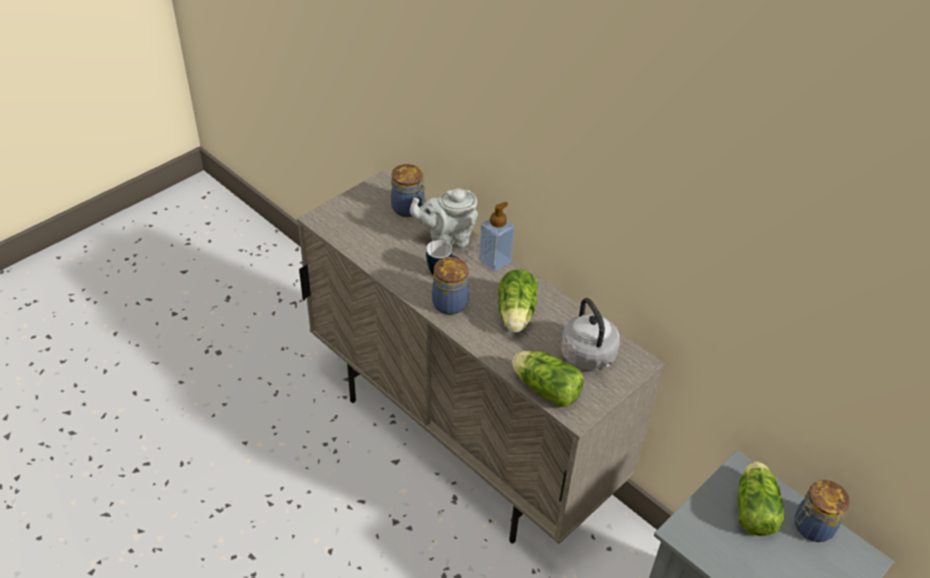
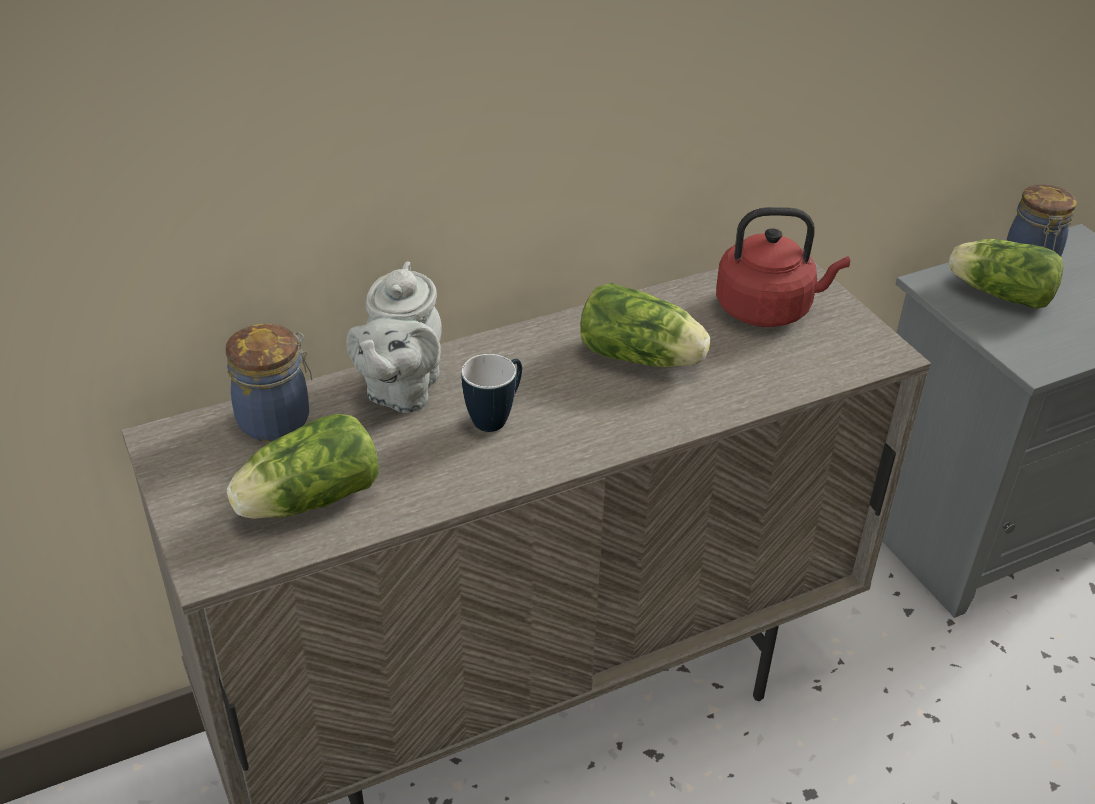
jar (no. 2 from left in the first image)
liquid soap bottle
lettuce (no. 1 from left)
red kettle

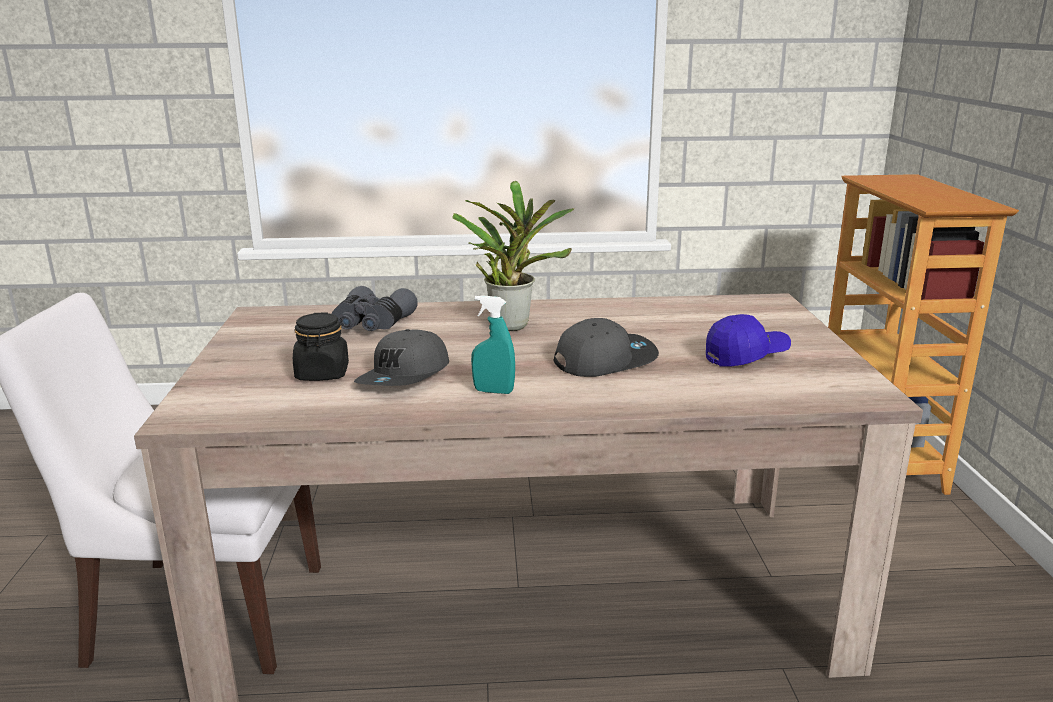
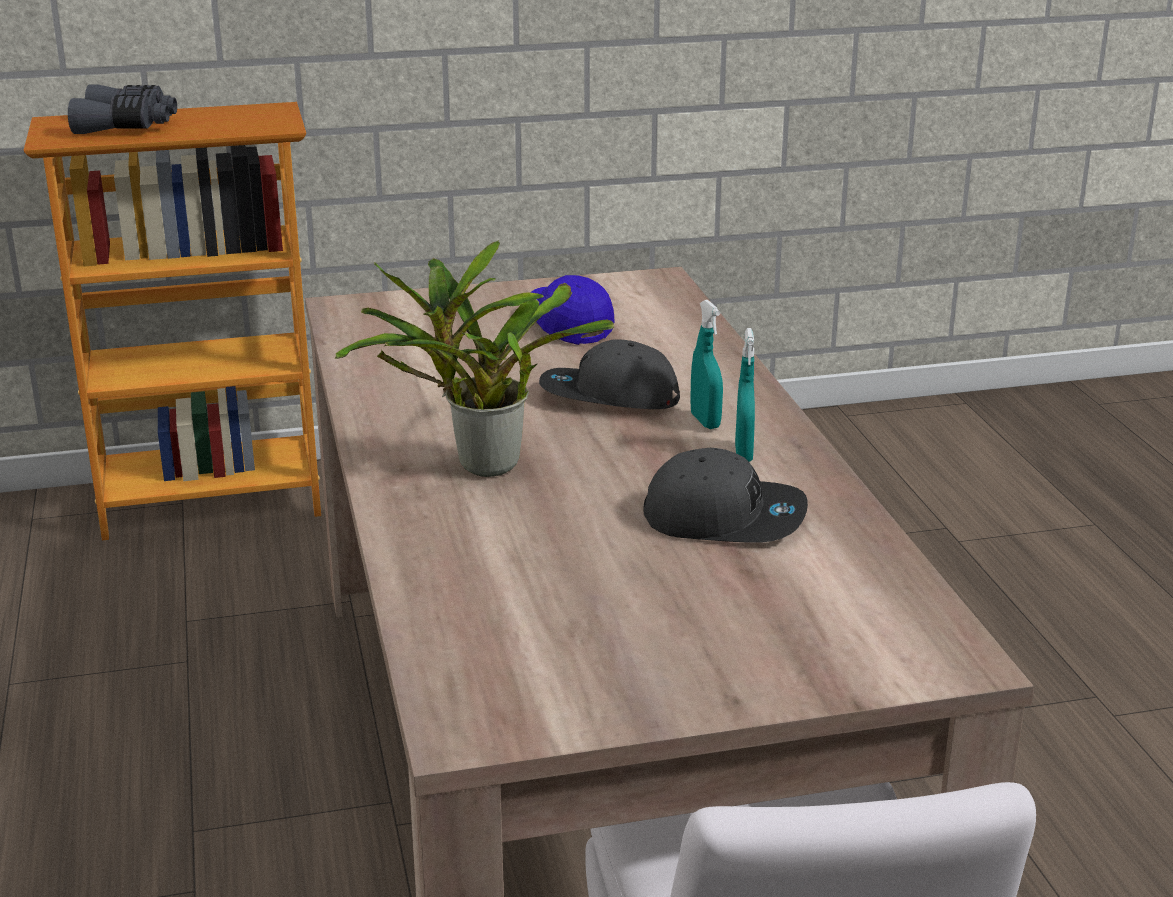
black-coloured jar
gray field glasses
gray baseball cap (no. 1 from left)
turquoise hand sprayer (no. 1 from left)

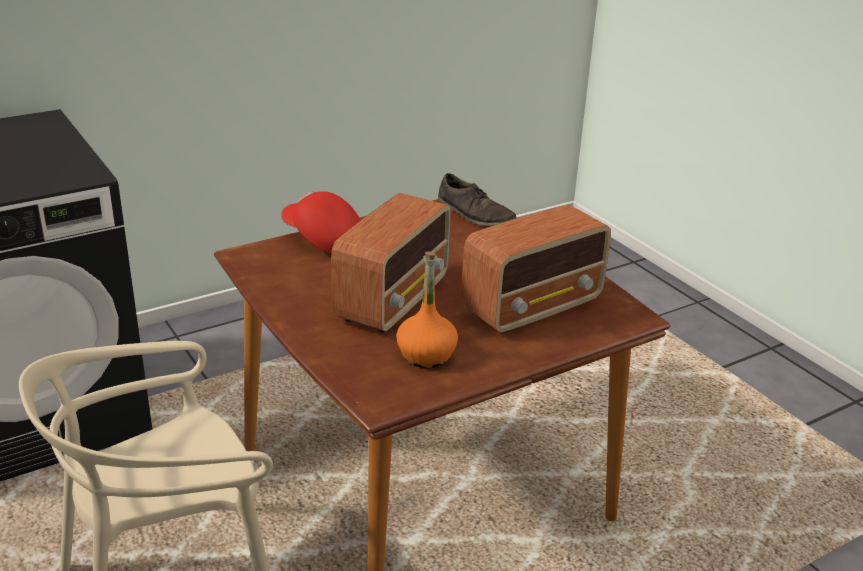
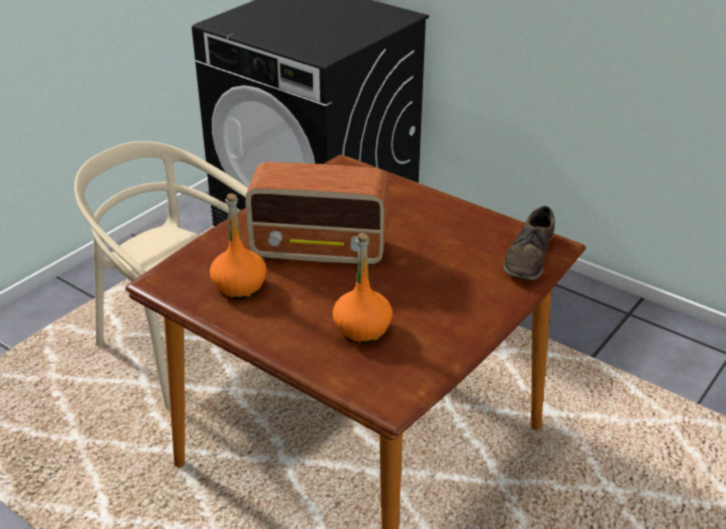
red baseball cap
orangey bottle (no. 2 from left)

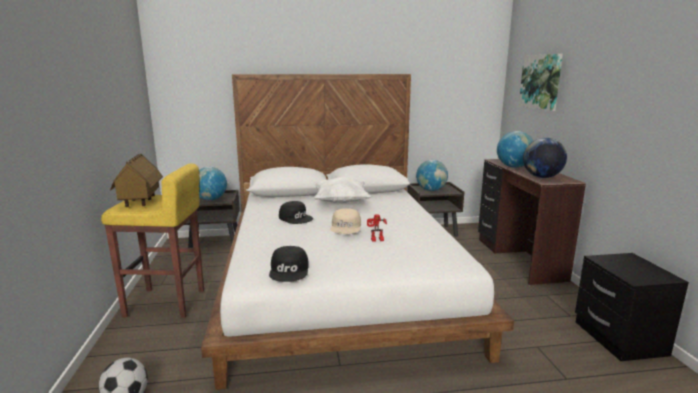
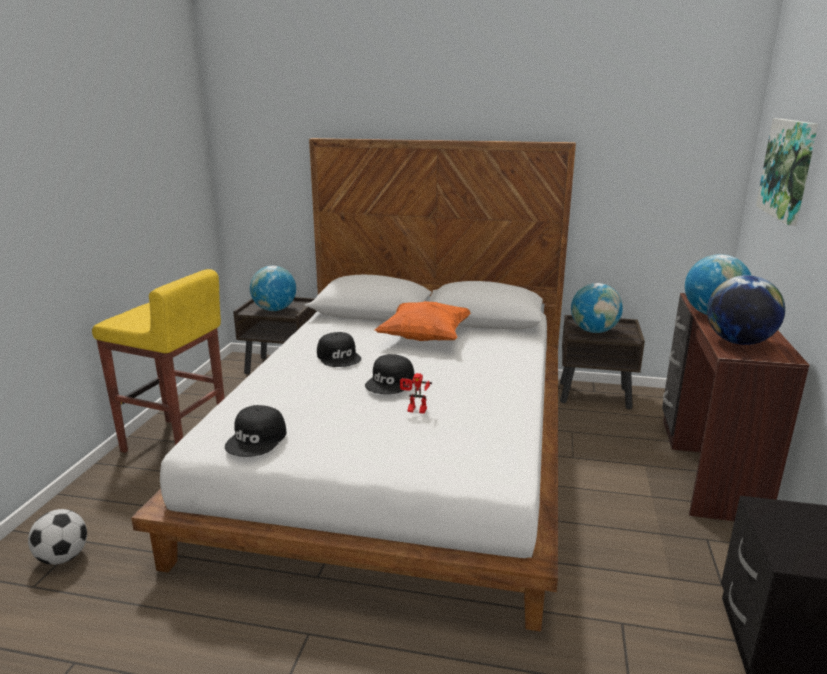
toy house
orangey pillow
black-coloured baseball cap (no. 3 from left)

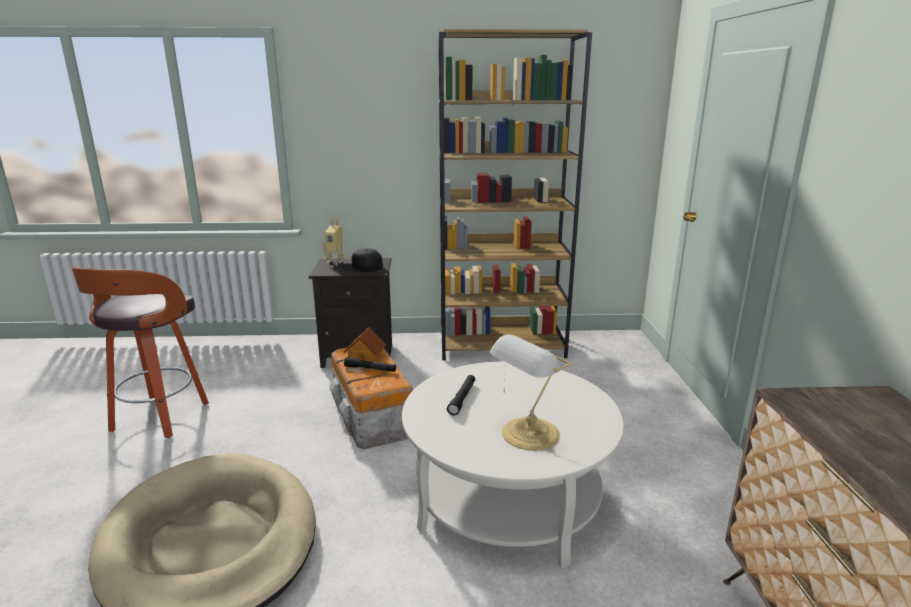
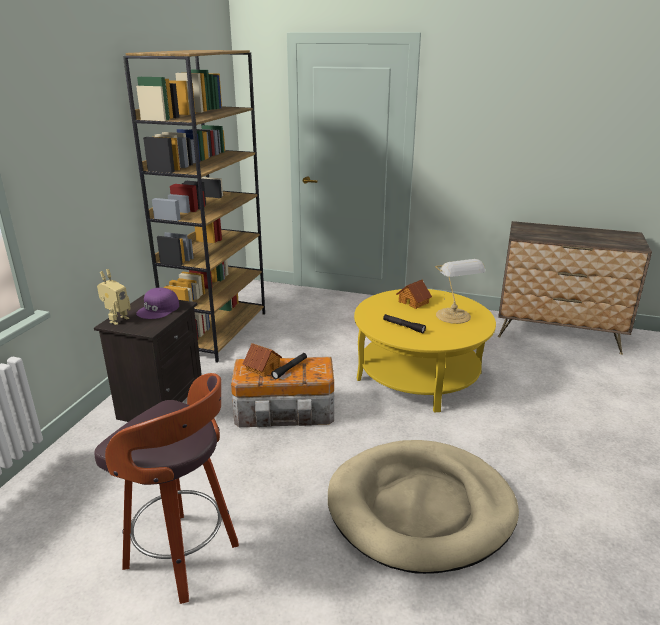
purplish baseball cap
yellow lounge table
toy house (no. 2 from left)

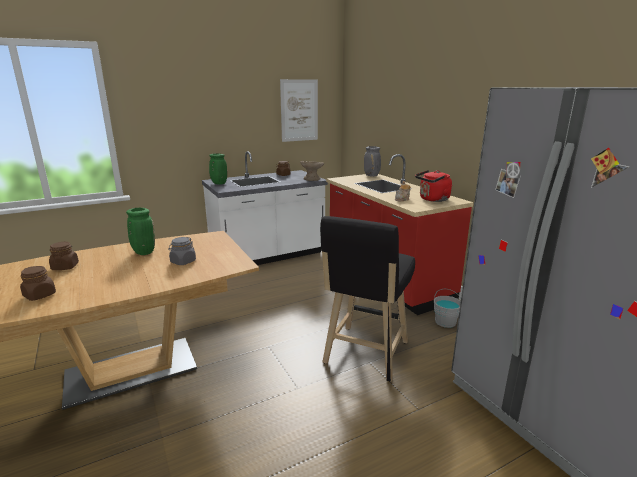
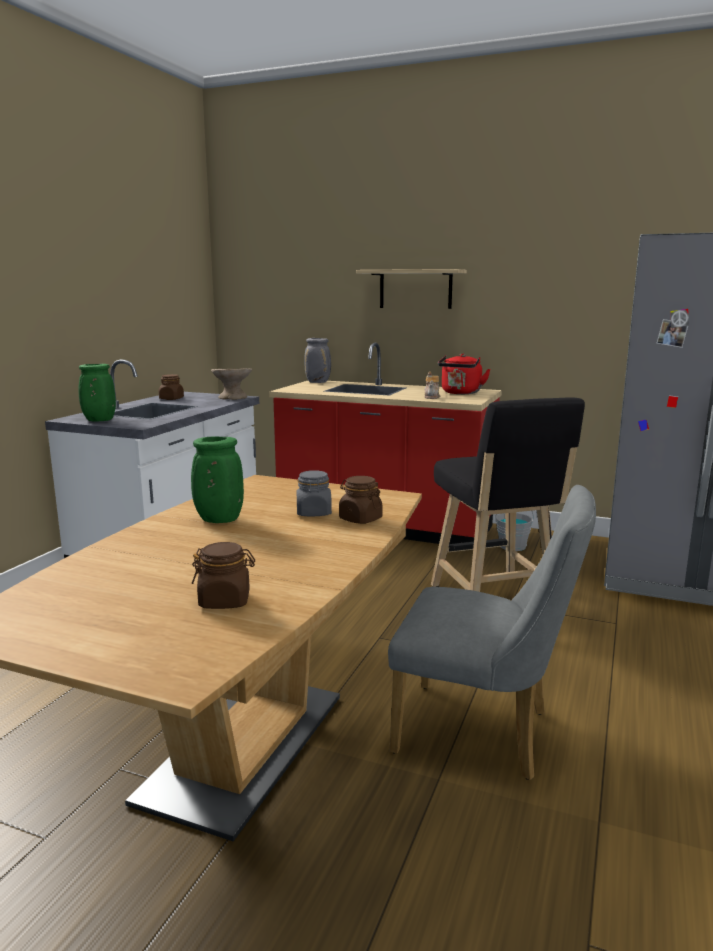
brown-coloured jar (no. 3 from left)
picture
bracket shelf
gray upright chair

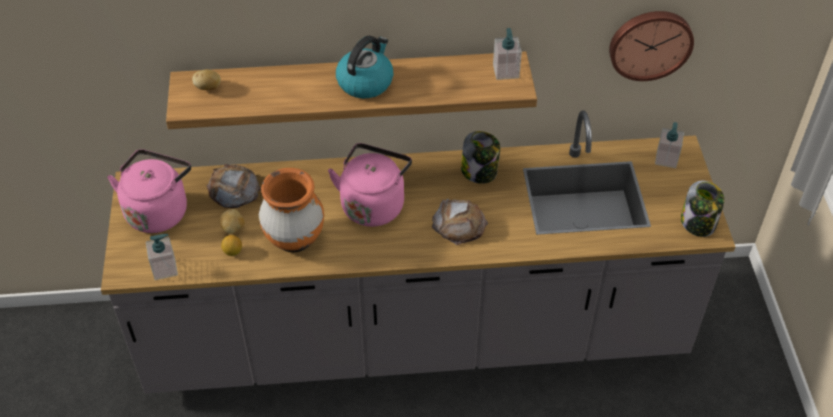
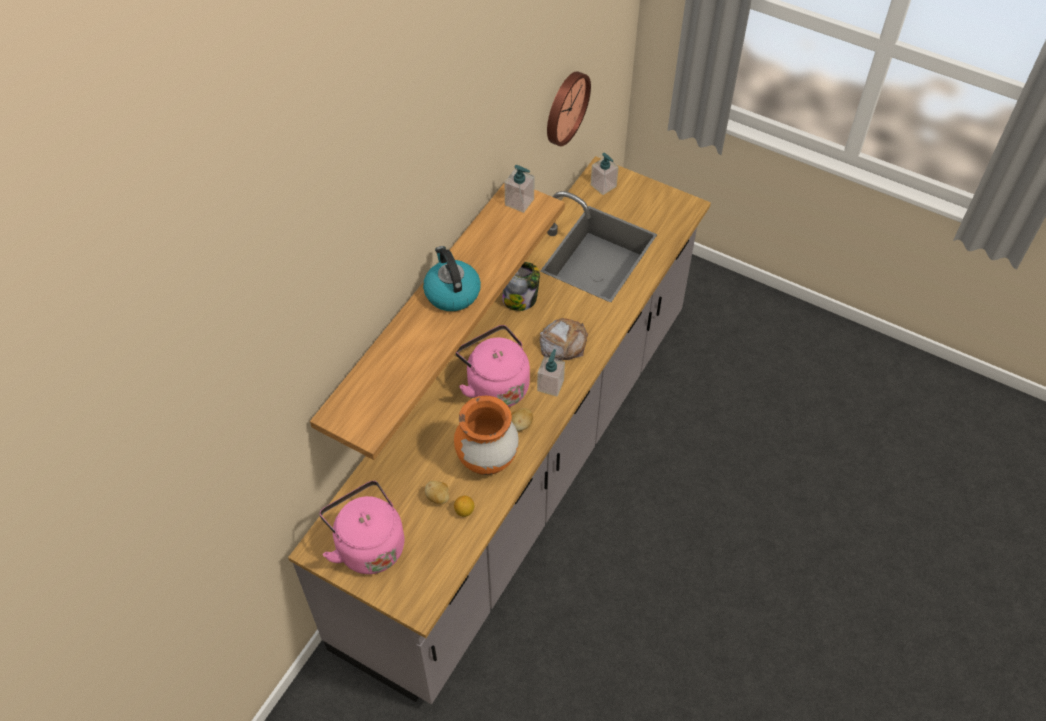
liquid soap bottle (no. 2 from left)
spud (no. 2 from left)
bakery bread (no. 1 from left in the first image)
jar (no. 2 from left in the first image)

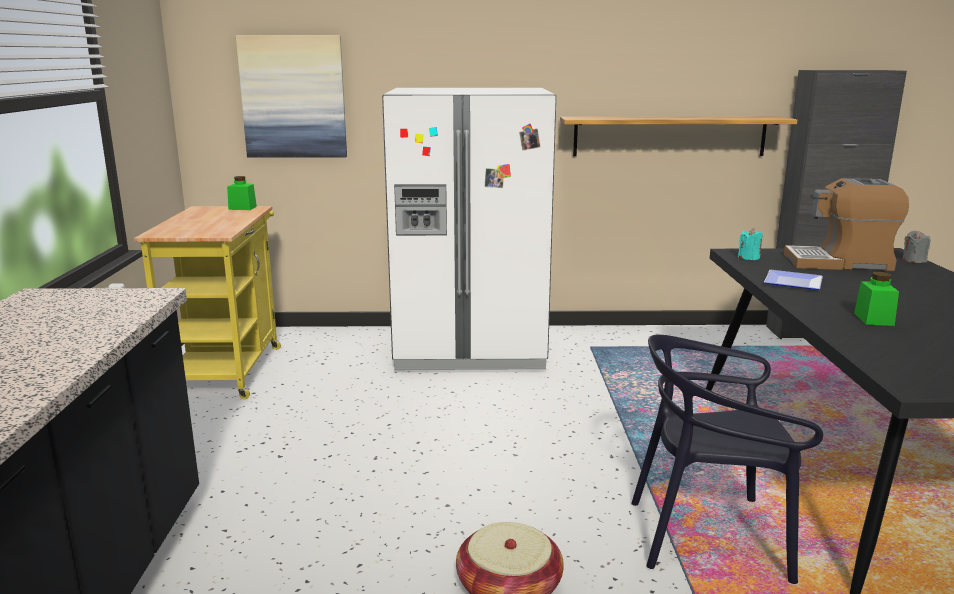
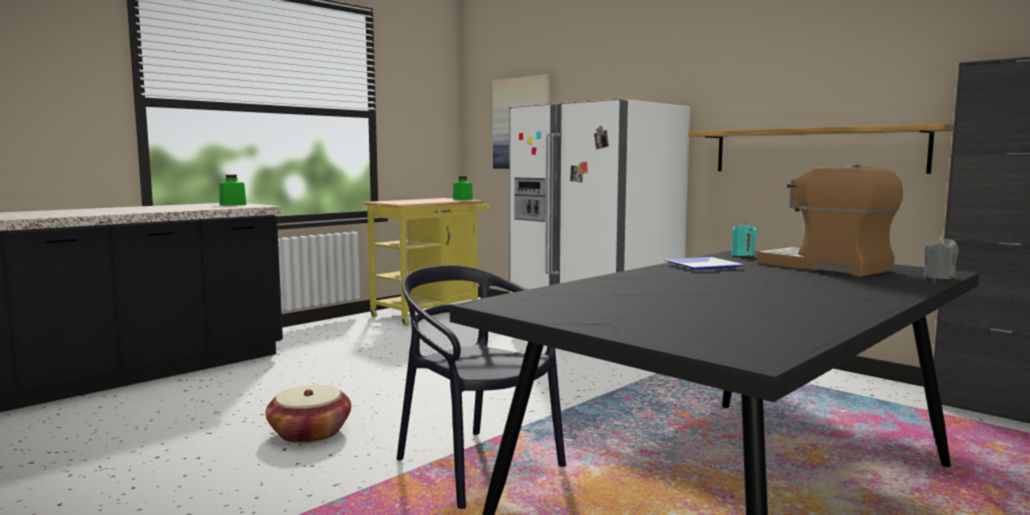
green-coloured jar (no. 1 from left)

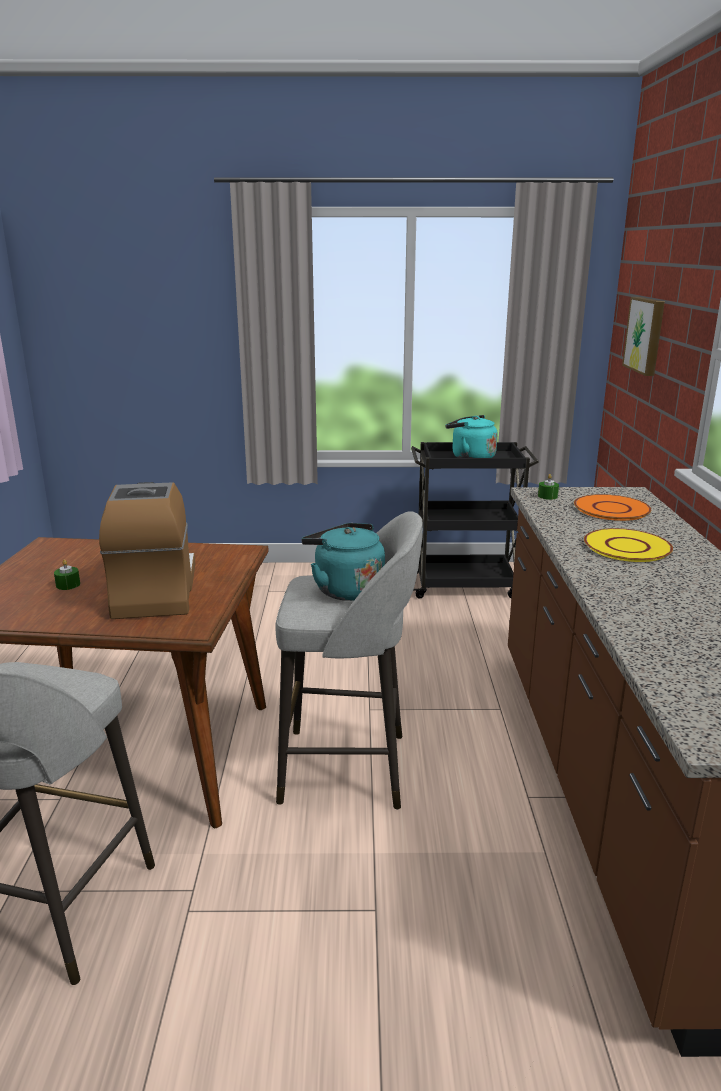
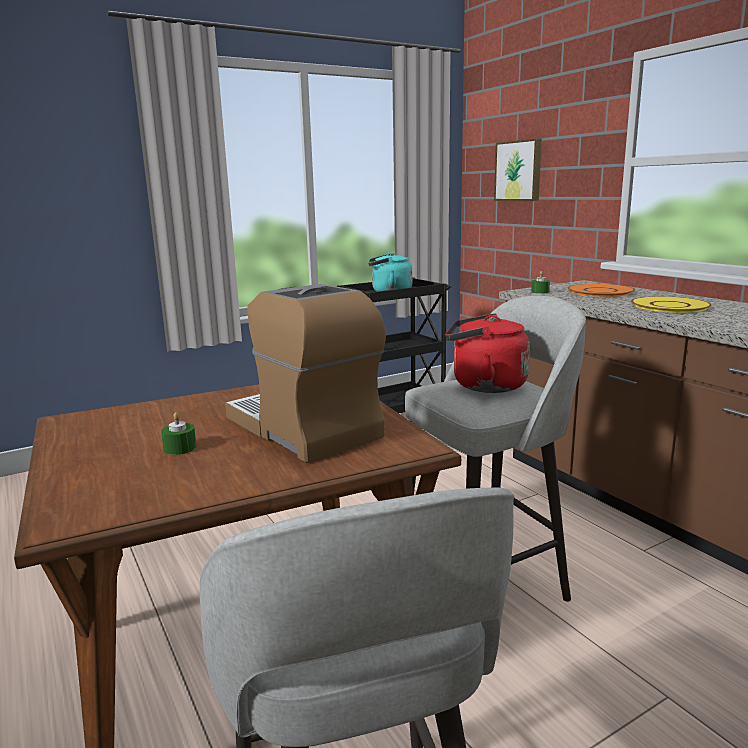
red kettle

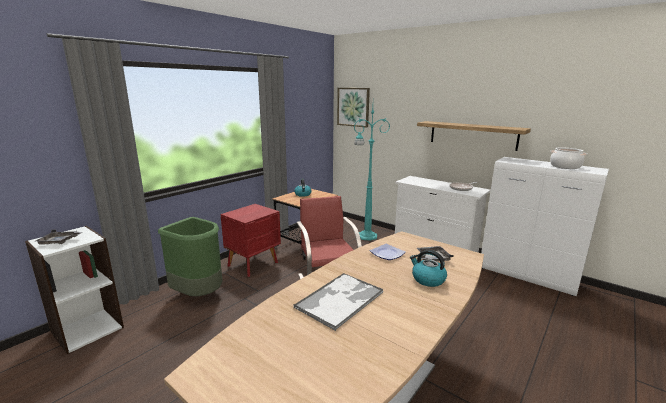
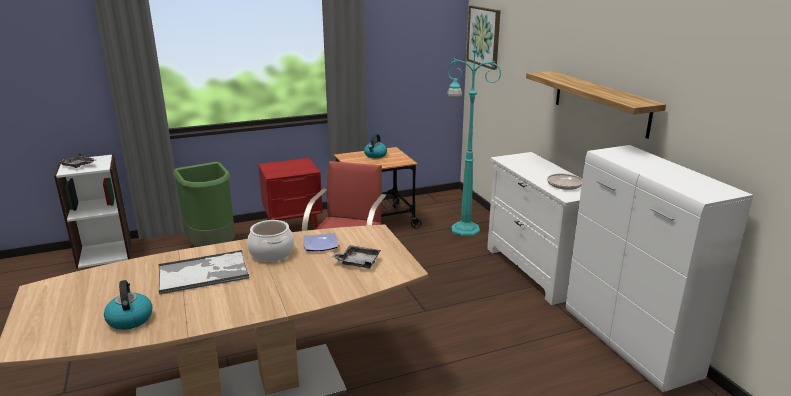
kettle (no. 1 from left)
stockpot

